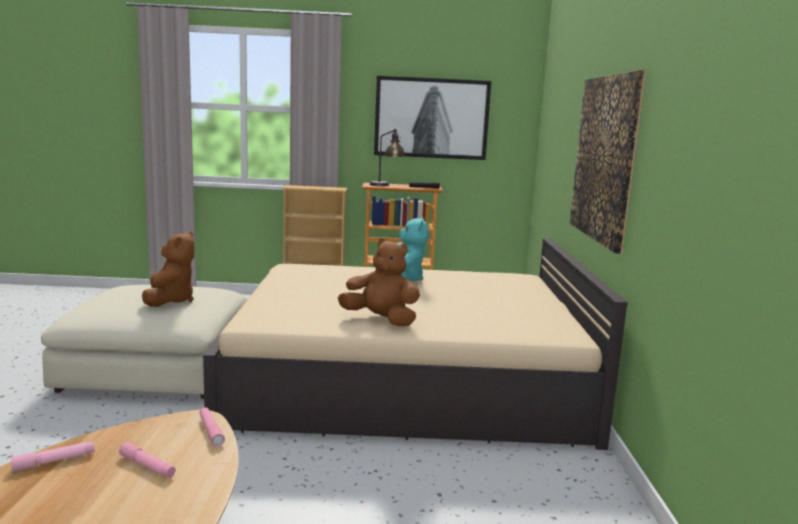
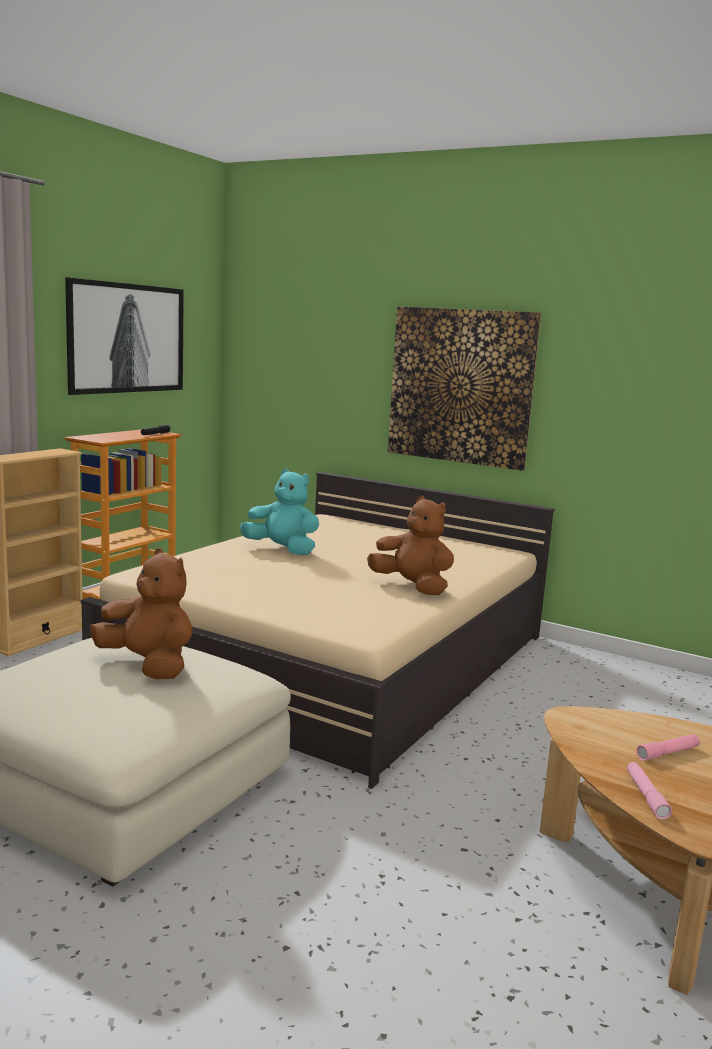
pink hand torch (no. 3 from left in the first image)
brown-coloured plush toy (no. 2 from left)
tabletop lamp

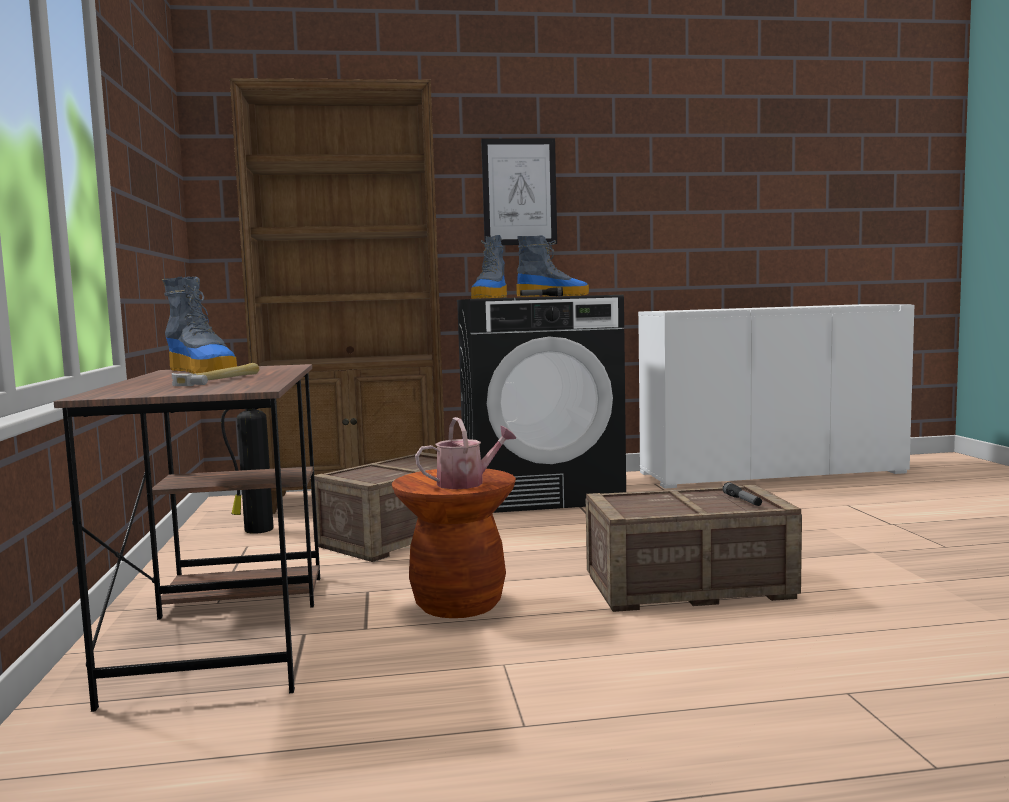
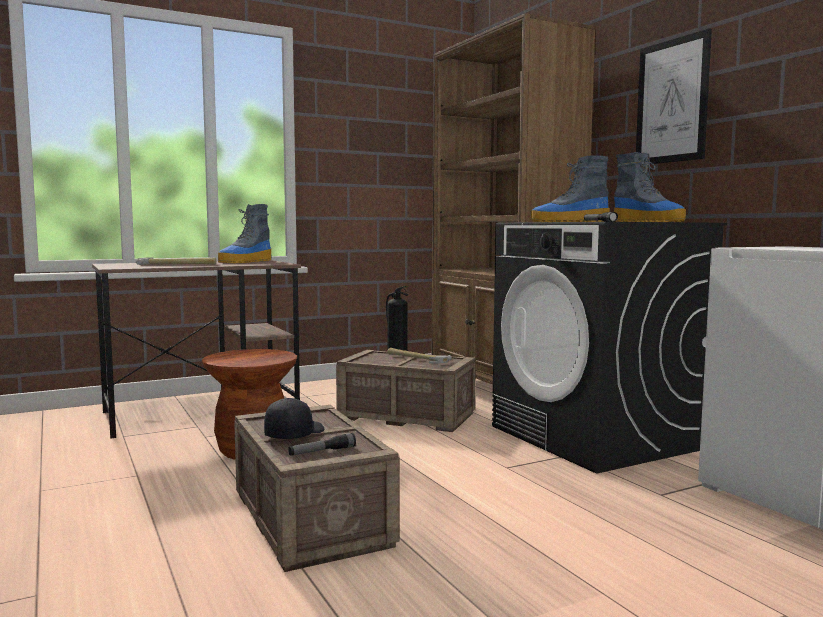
watering pot
black-coloured baseball cap
hammer (no. 2 from left)

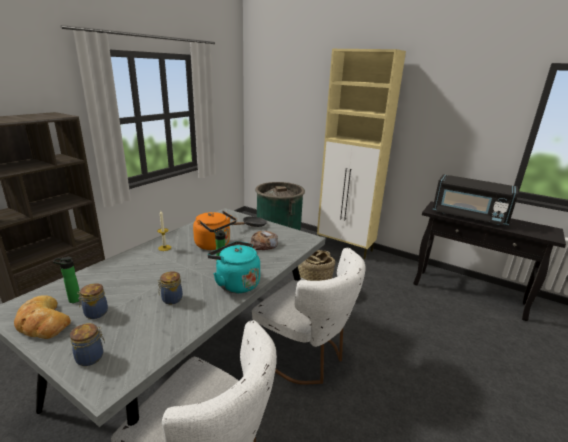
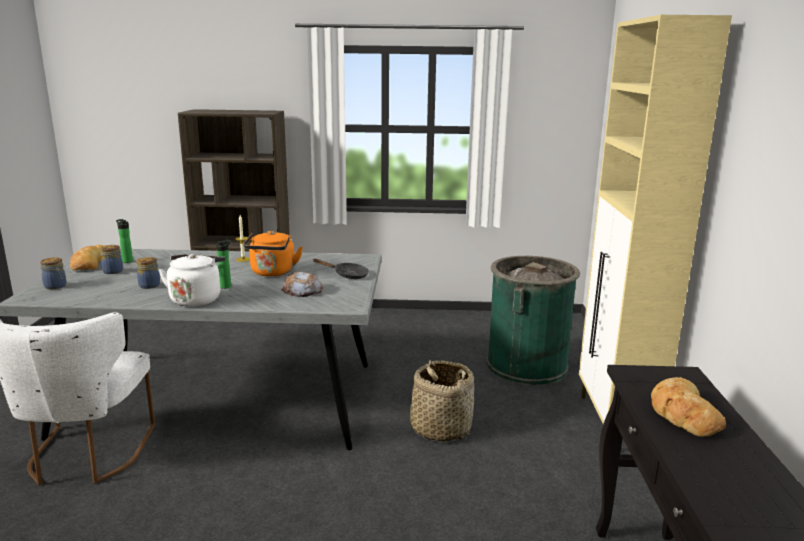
whitish kettle
whitish upright chair (no. 2 from left in the first image)
bakery bread (no. 3 from left)

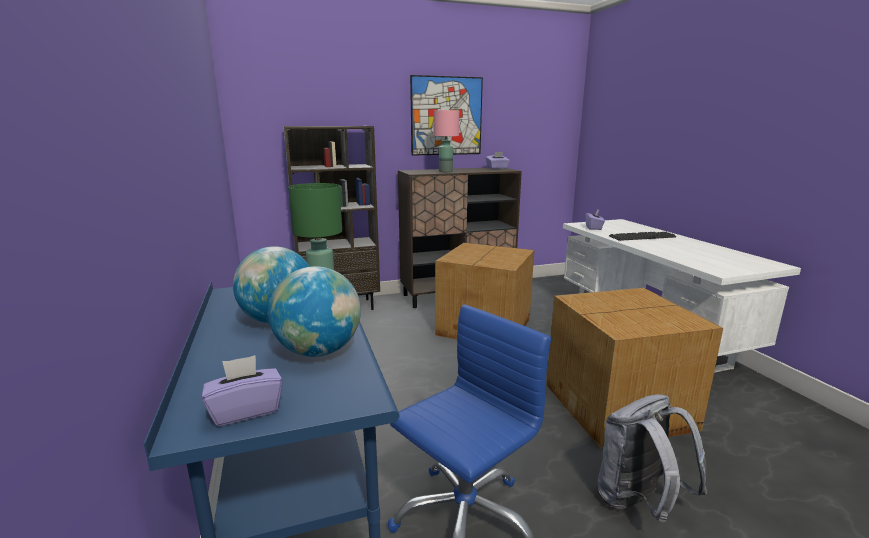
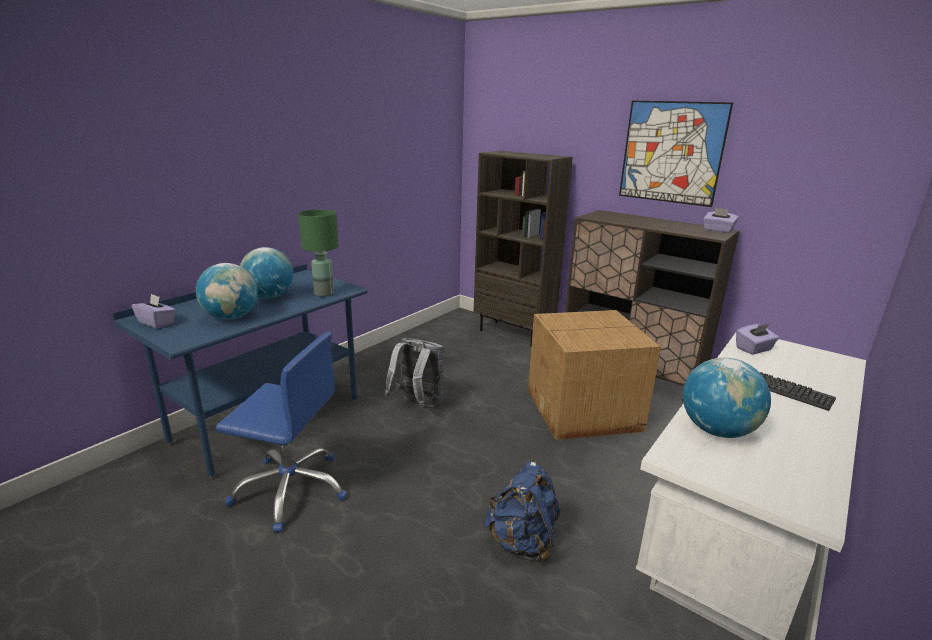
pink tabletop lamp
blue knapsack
gray knapsack
desk globe (no. 3 from left)

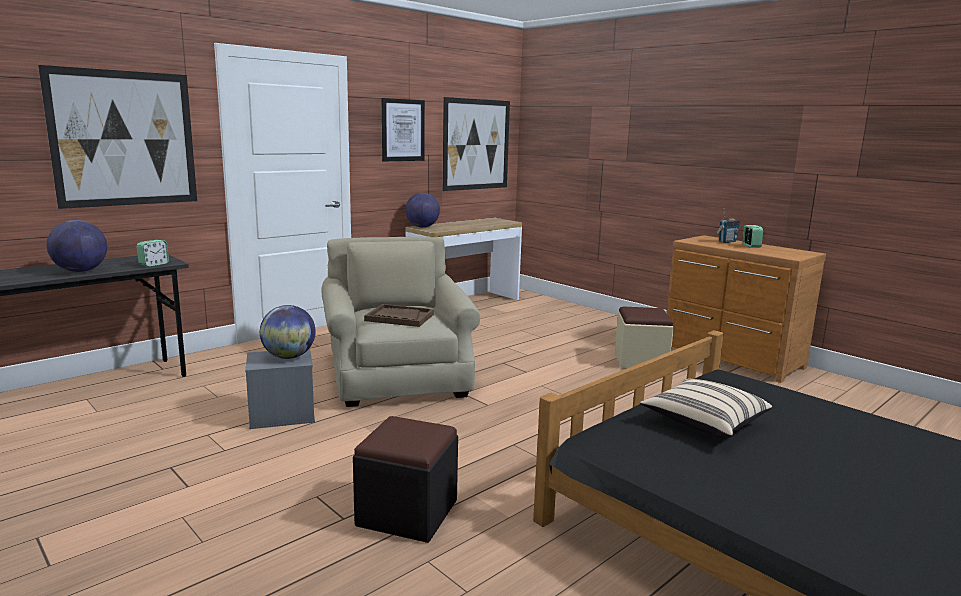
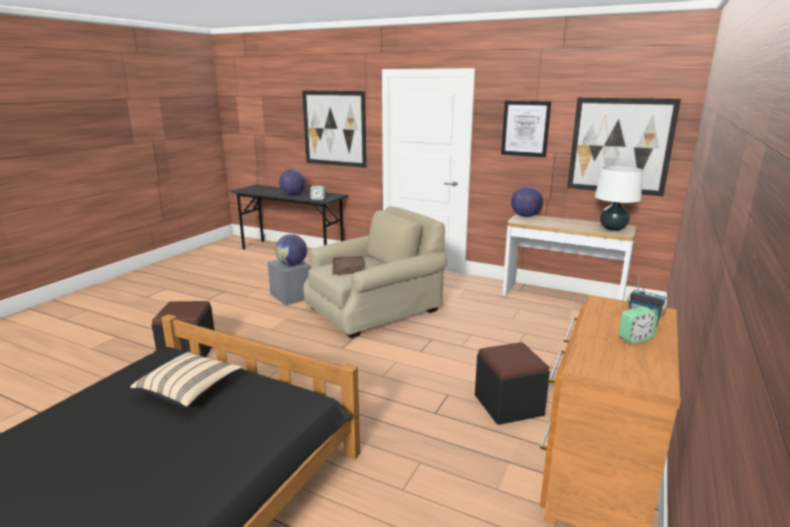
black-coloured pouffe (no. 2 from left)
whitish tabletop lamp

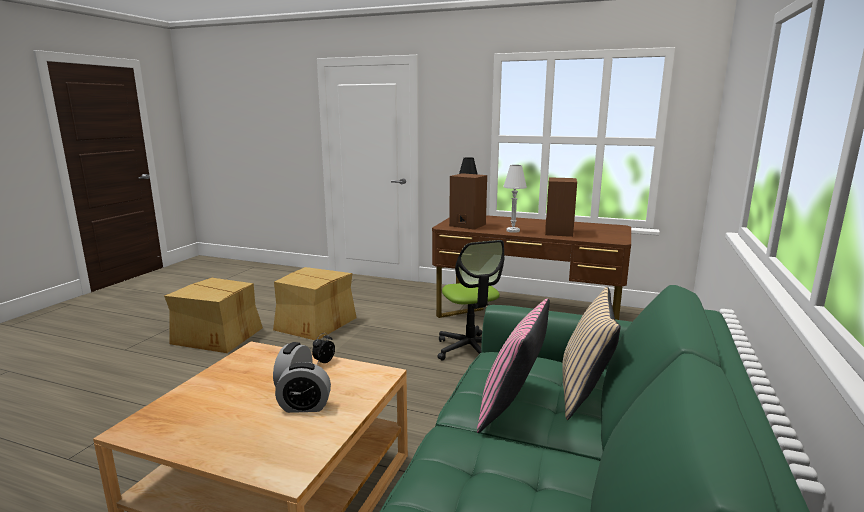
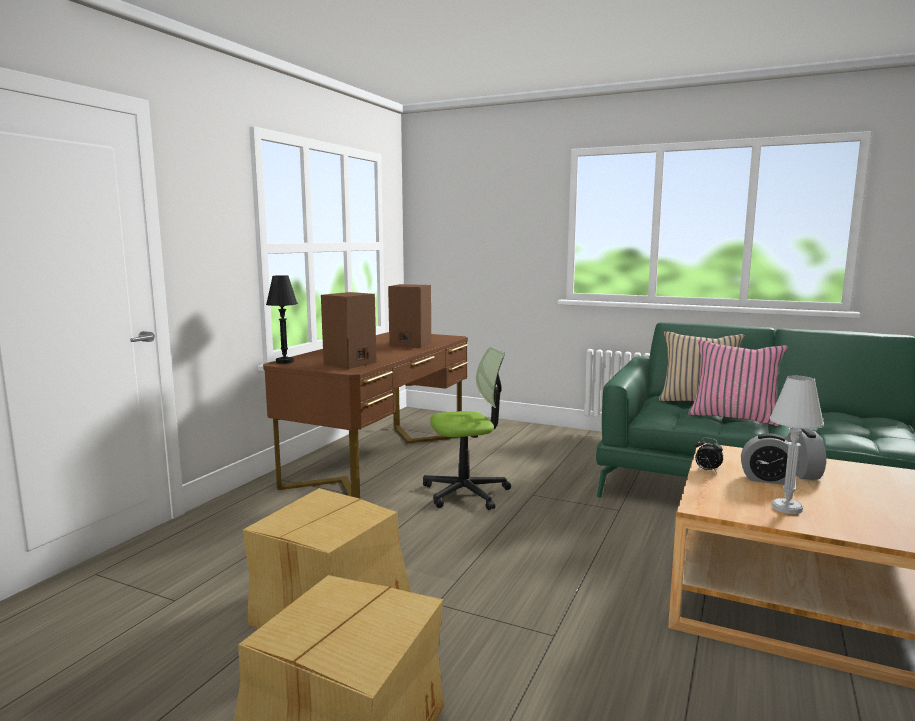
whitish tabletop lamp

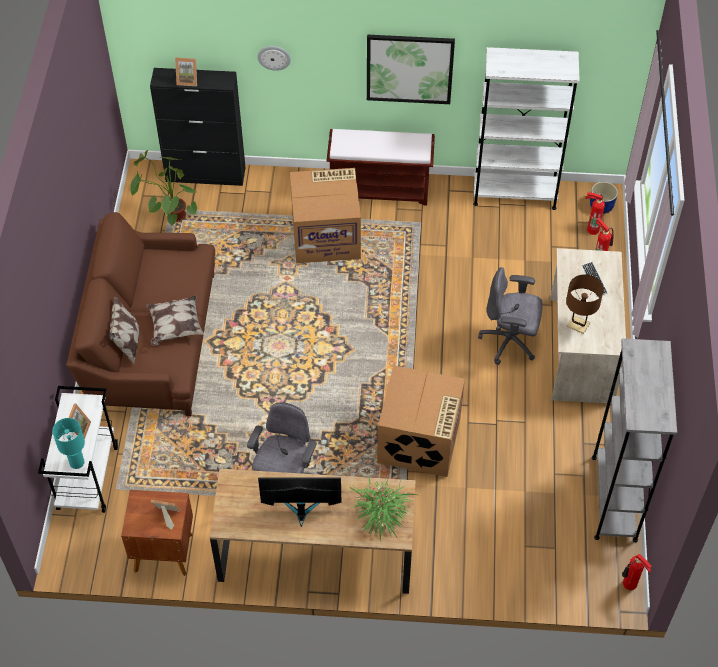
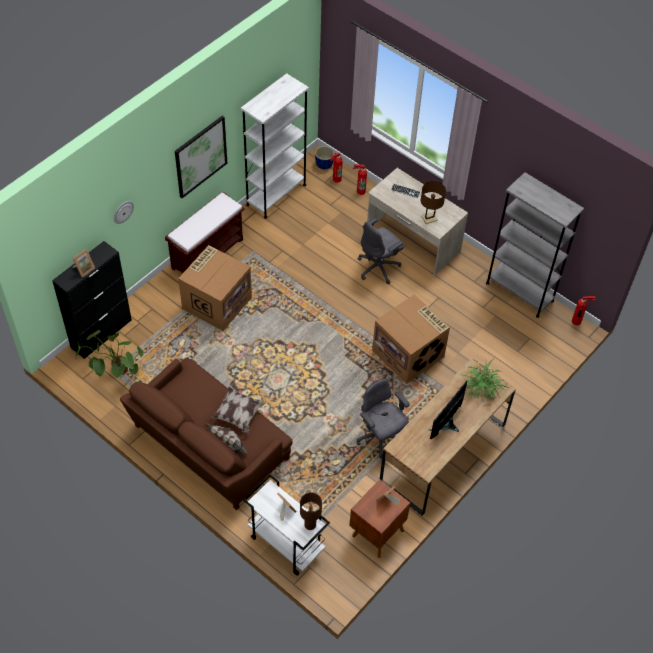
brown-coloured tabletop lamp (no. 1 from left)

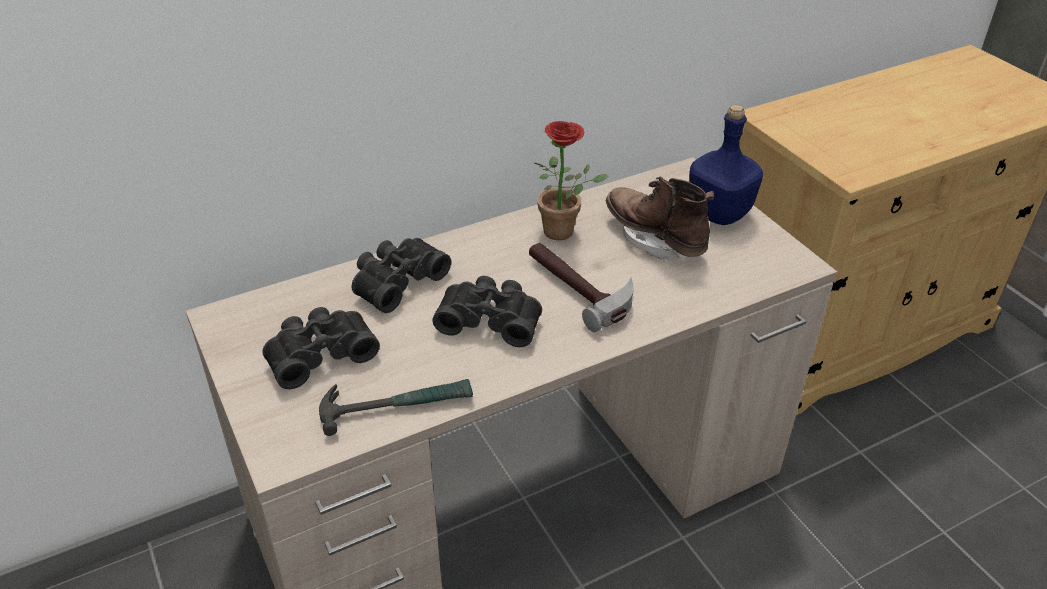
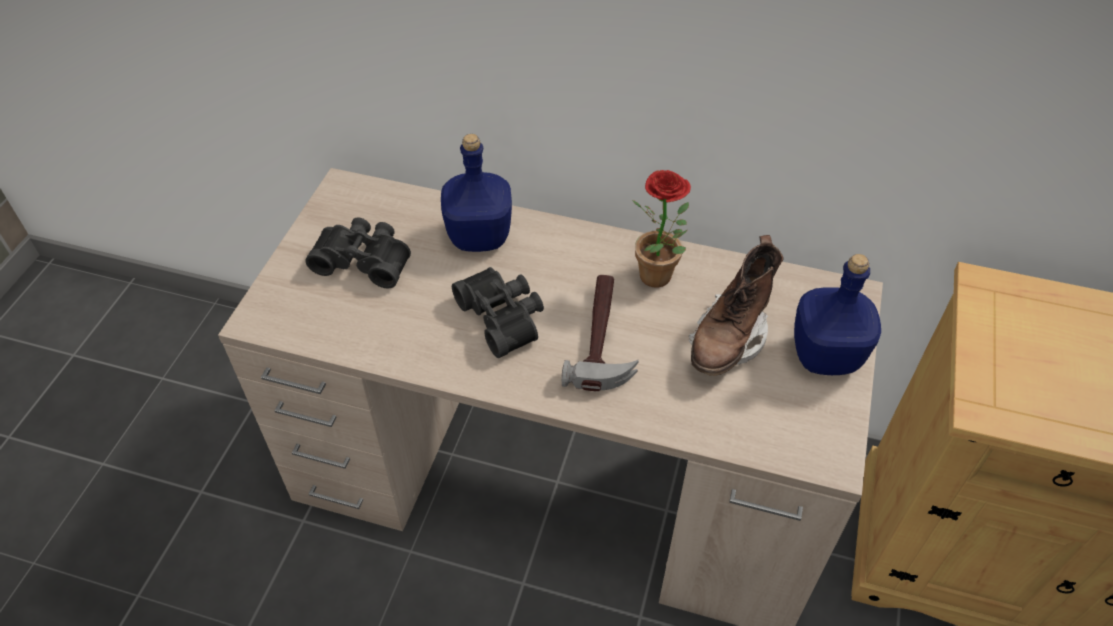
hammer (no. 1 from left in the first image)
blue bottle (no. 1 from left)
brown-coloured boot

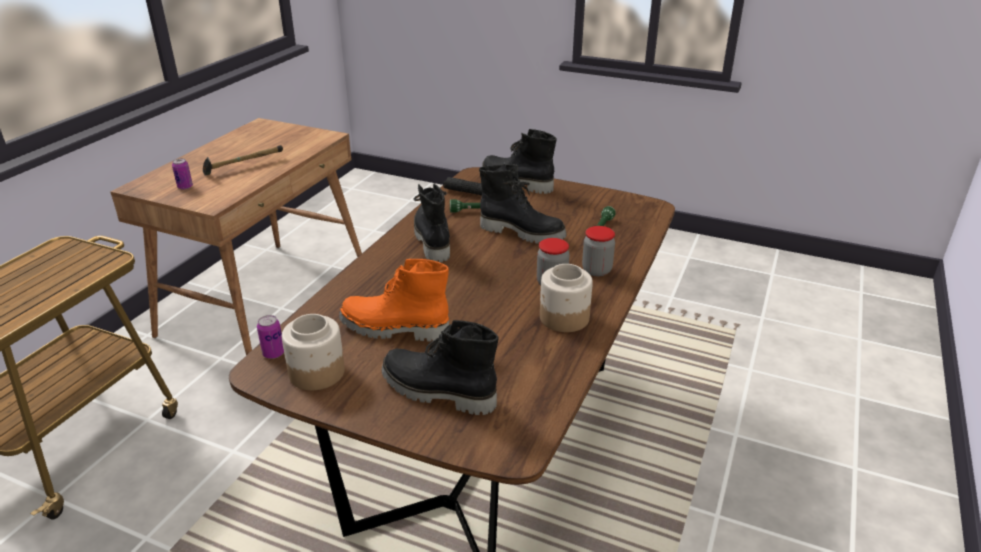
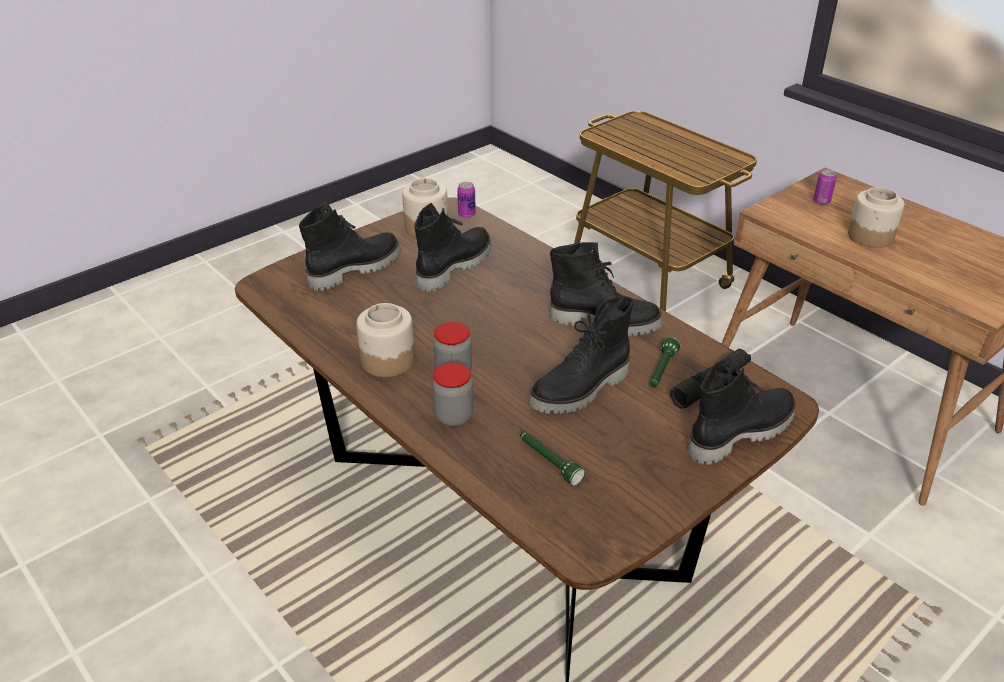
jar (no. 5 from left)
black-coloured boot (no. 2 from left)

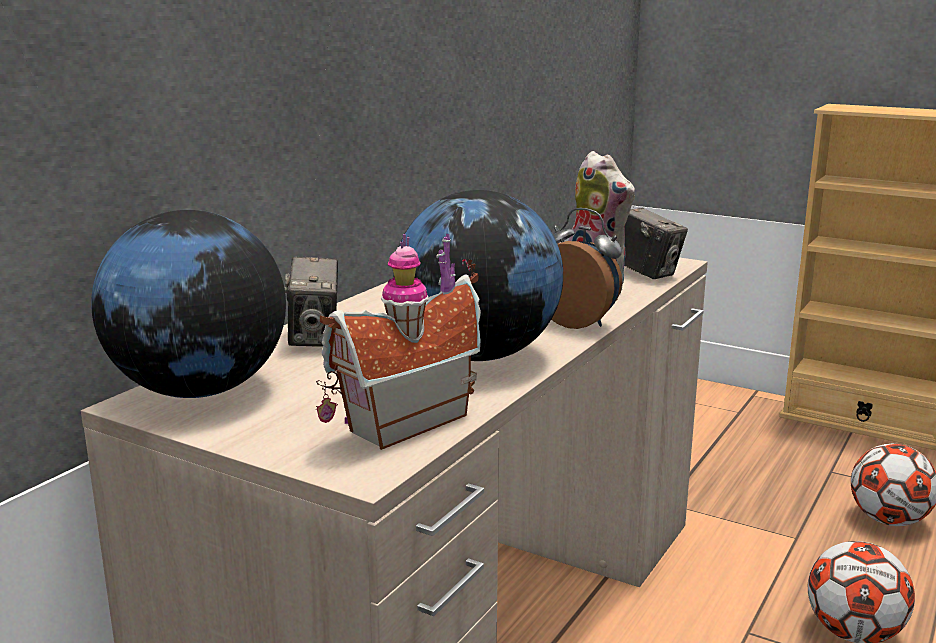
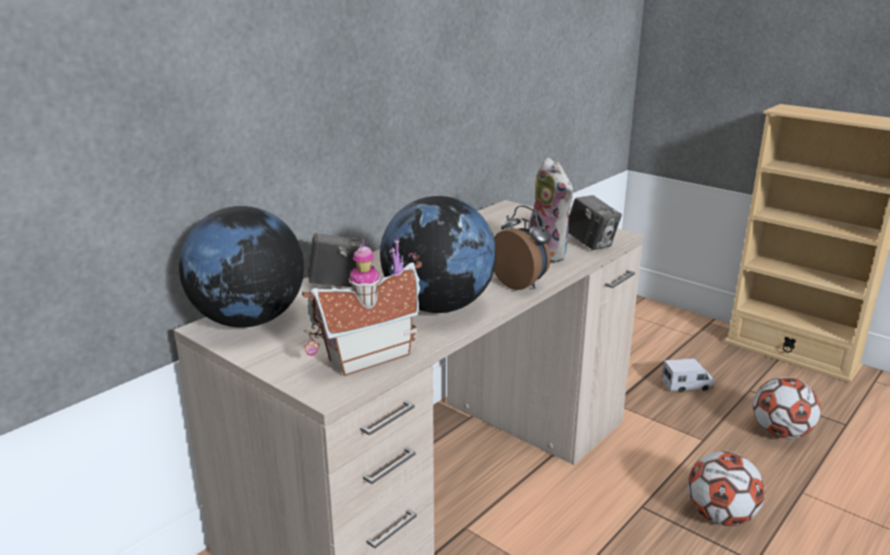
photo camera (no. 1 from left)
model truck

